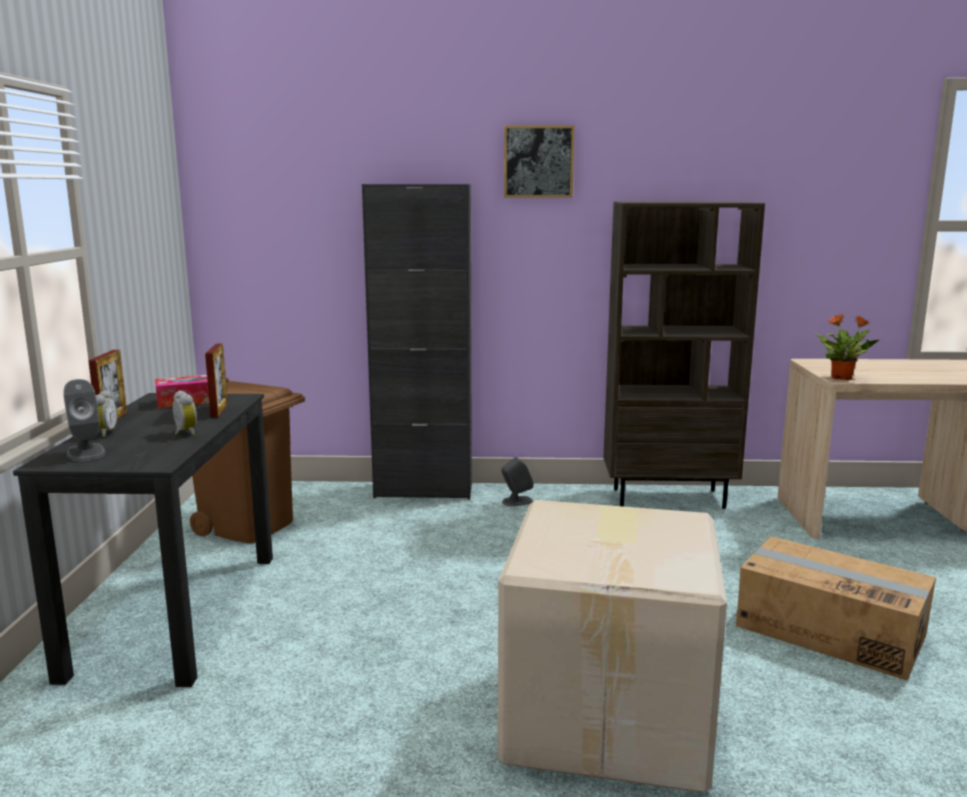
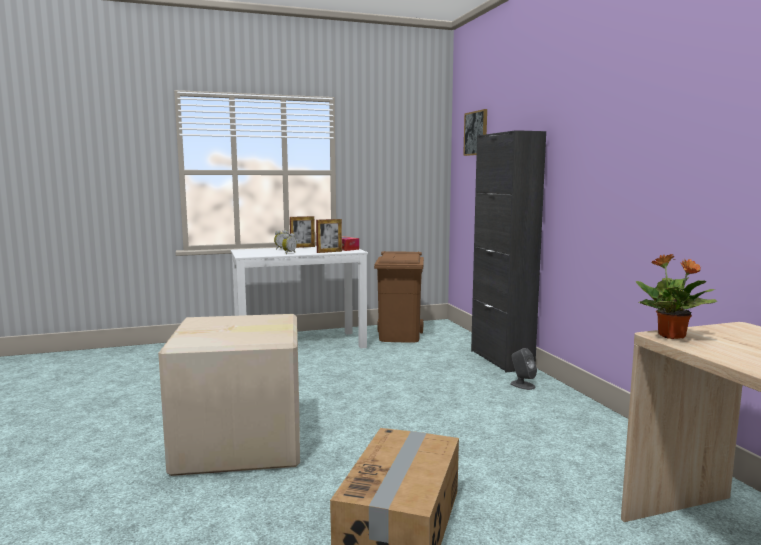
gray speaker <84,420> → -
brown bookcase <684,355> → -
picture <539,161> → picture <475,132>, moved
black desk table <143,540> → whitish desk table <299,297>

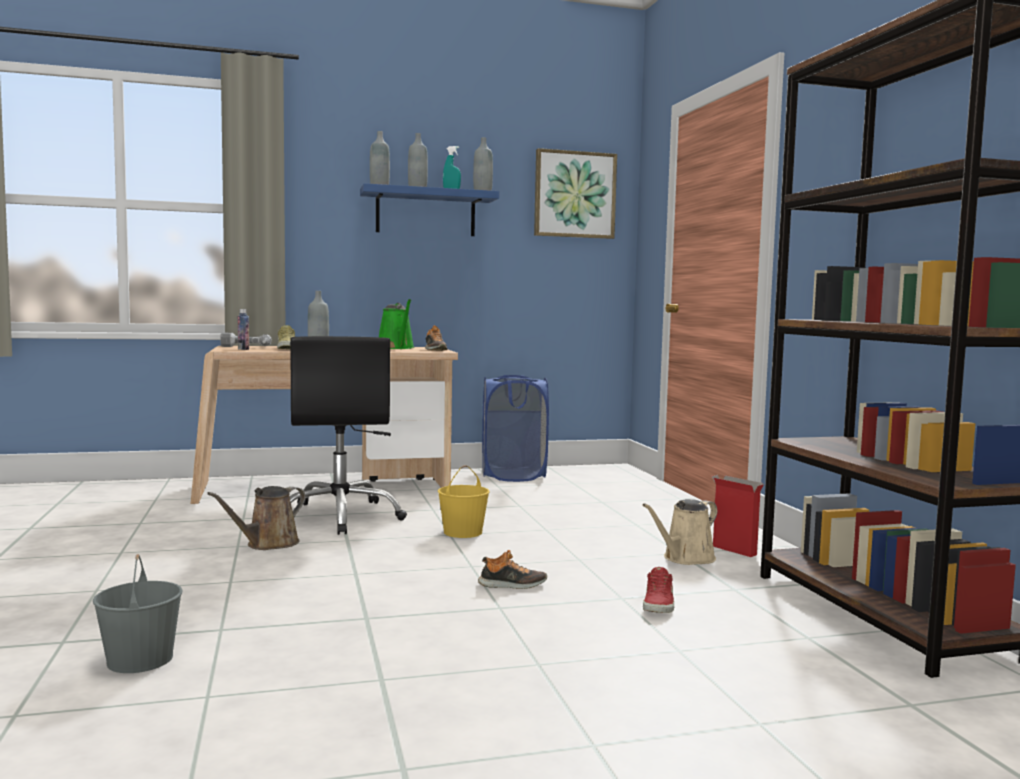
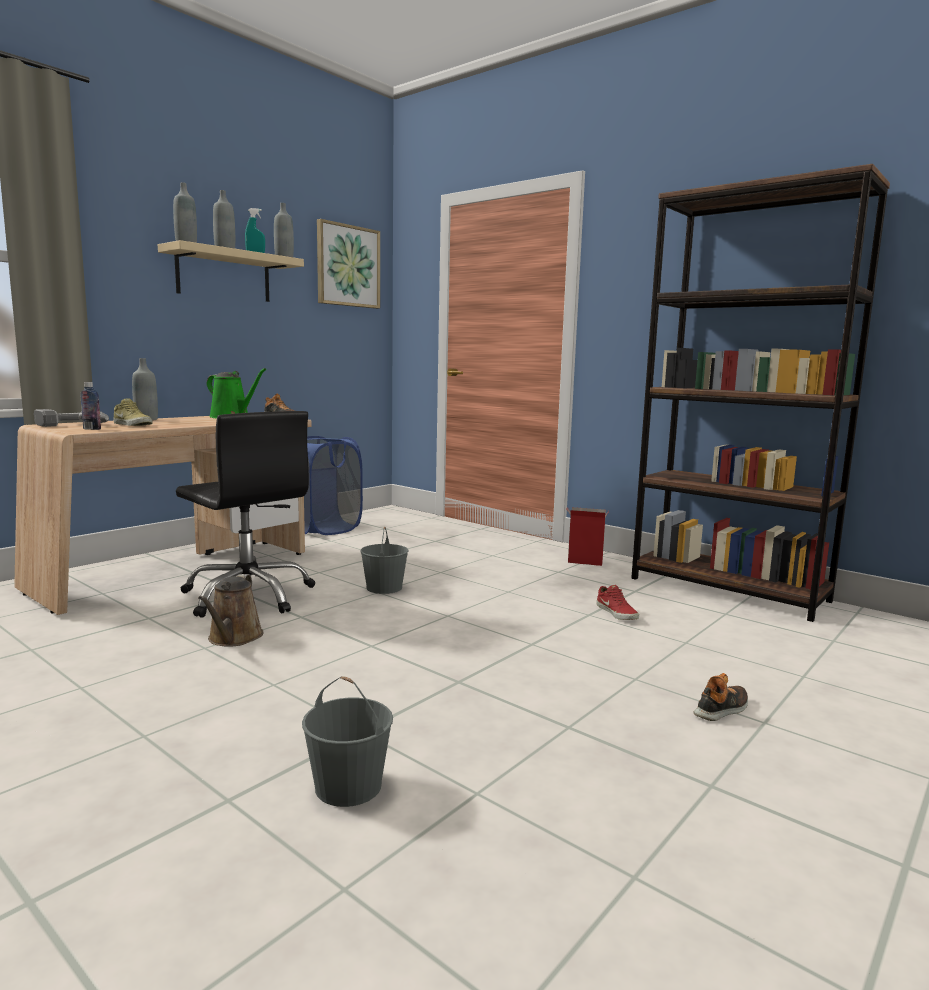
beige-coloured sprinkling can <679,532> → -
shoe <512,569> → shoe <721,697>, moved
blue-coloured shelf <429,209> → beige-coloured shelf <231,271>
yellow-coloured water bucket <463,501> → gray water bucket <384,560>

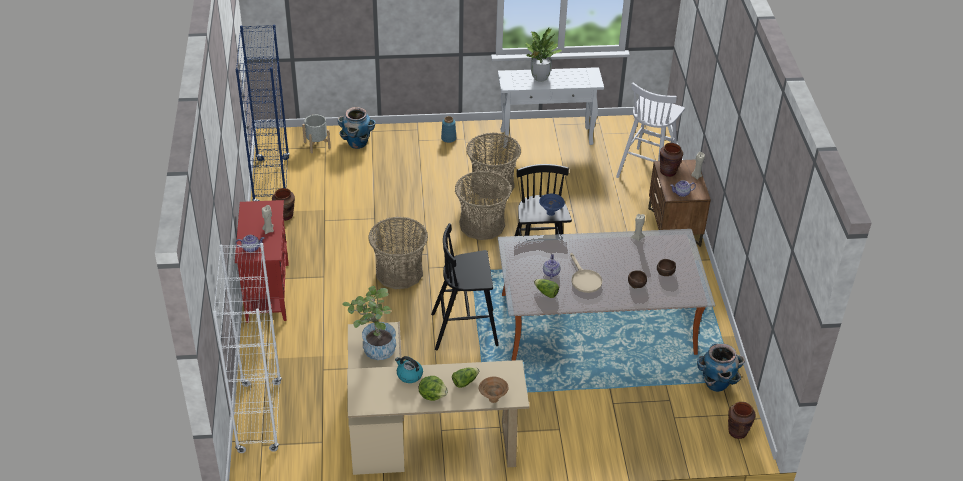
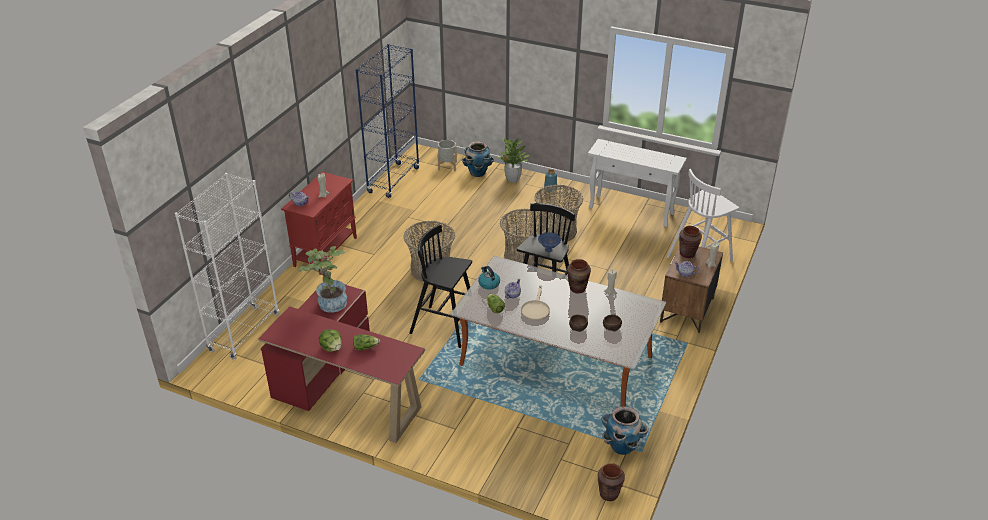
brown deep dish <494,390> → -
brown vase <283,204> → brown vase <579,276>, moved
tea kettle <409,369> → tea kettle <489,278>, moved
plant in a pot <543,55> → plant in a pot <514,160>, moved
beige-coloured desk table <438,398> → reddish desk table <341,364>

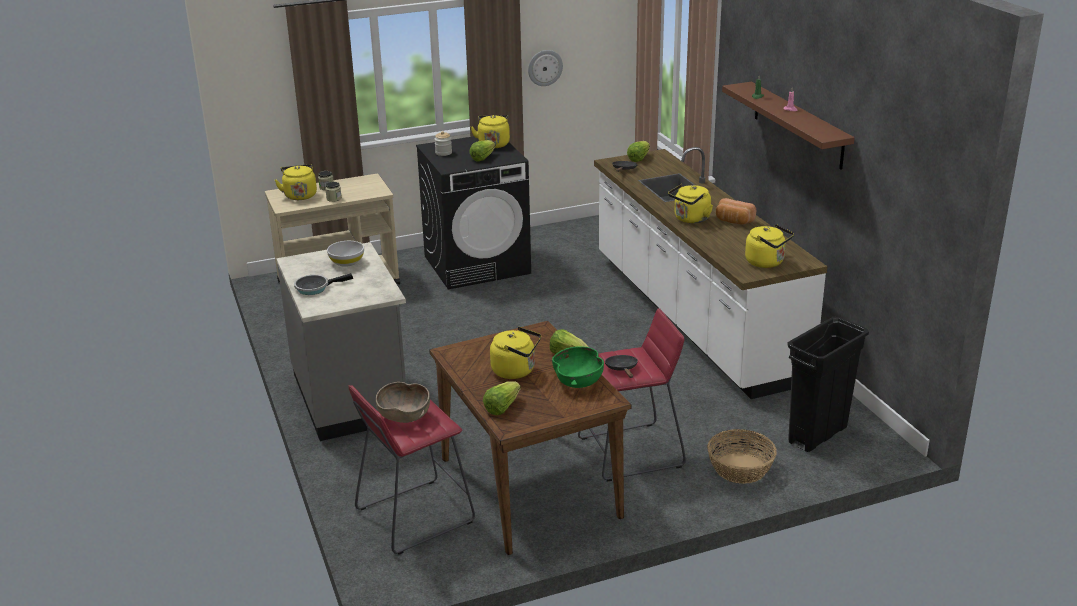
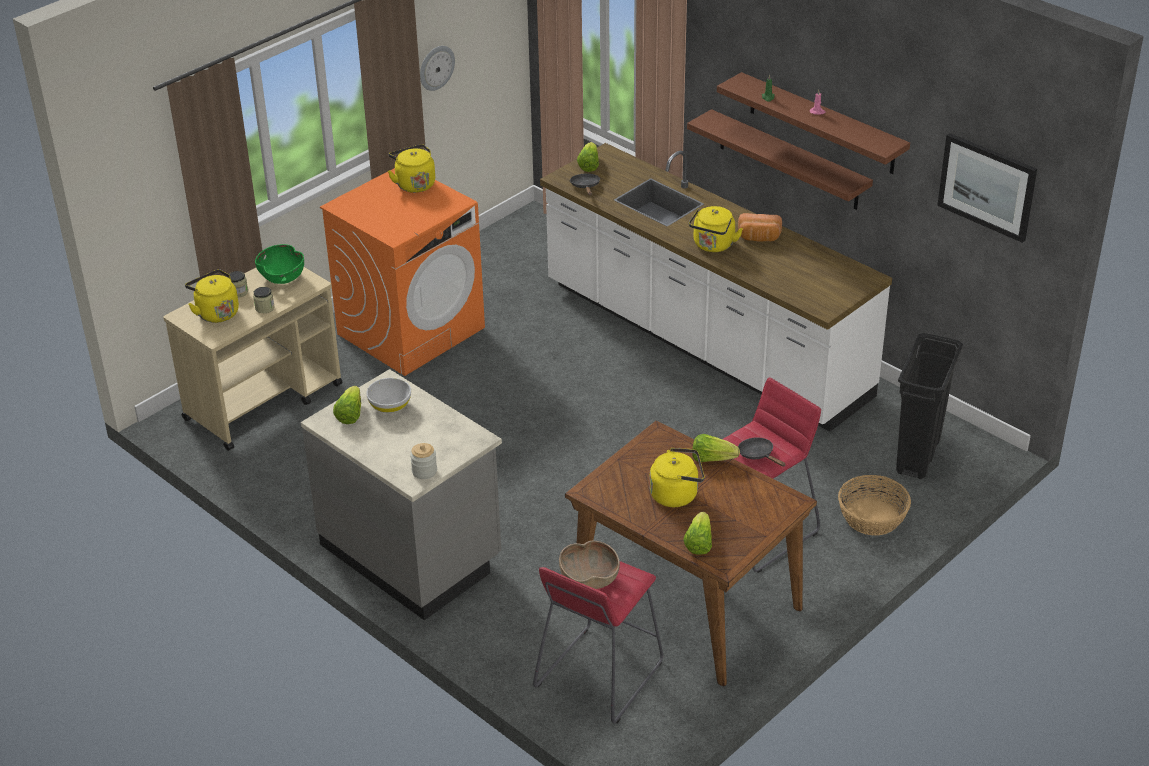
skillet <323,284> → -
yellow-coloured tea kettle <769,246> → -
- → brown shelf <780,159>
- → picture <987,188>
storage jar <443,143> → storage jar <423,461>, moved
lettuce head <482,150> → lettuce head <347,405>, moved
greenish deep dish <578,367> → greenish deep dish <279,264>, moved
black laundry machine <473,212> → orangey laundry machine <402,272>

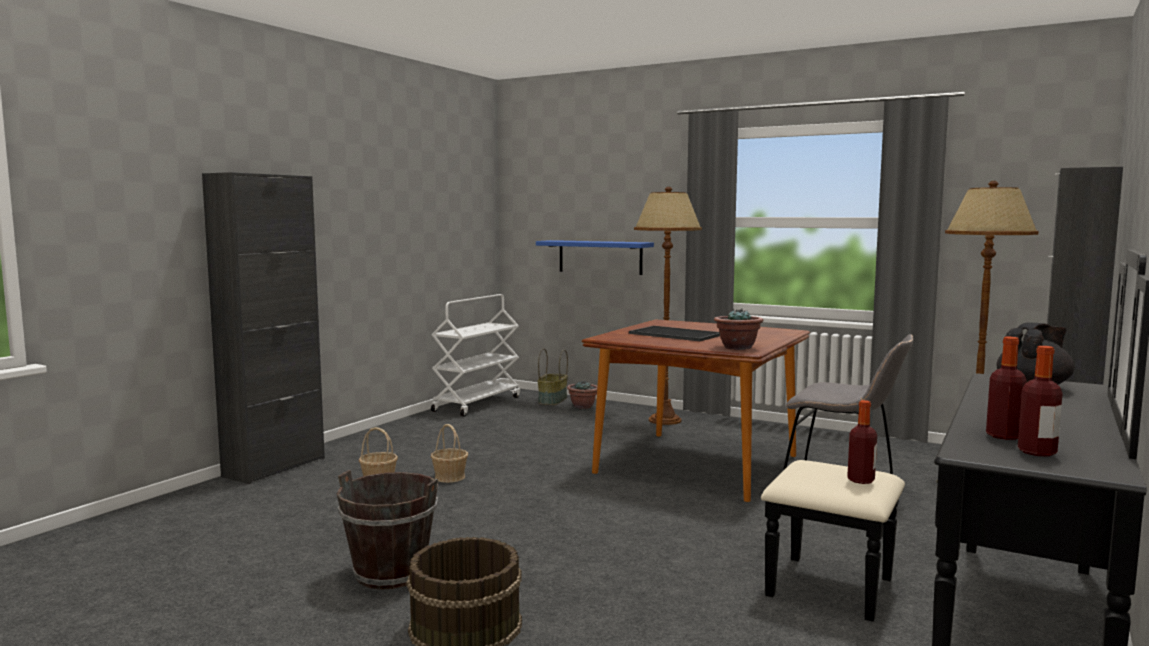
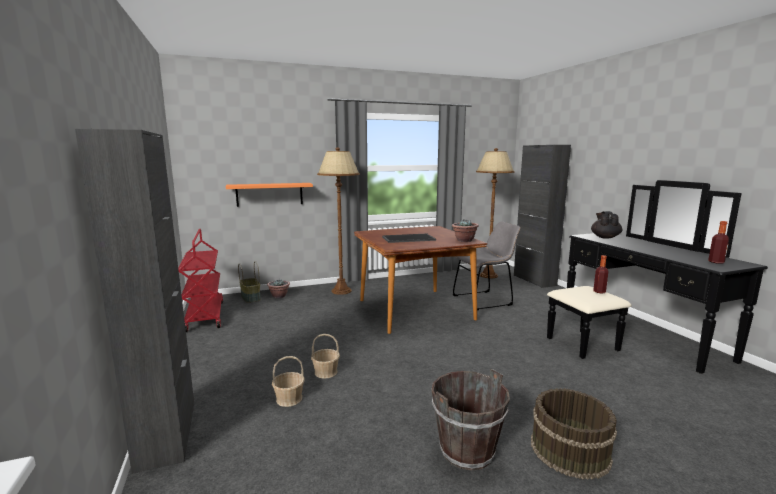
bottle <1006,388> → -
whitish wheeled cart <475,355> → reddish wheeled cart <200,280>
blue-coloured shelf <595,257> → orangey shelf <269,195>

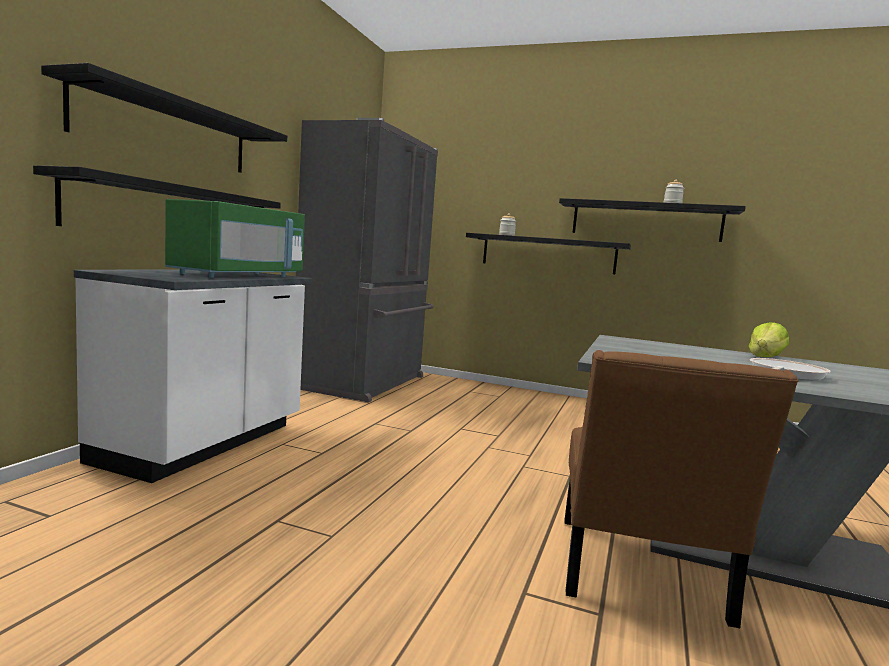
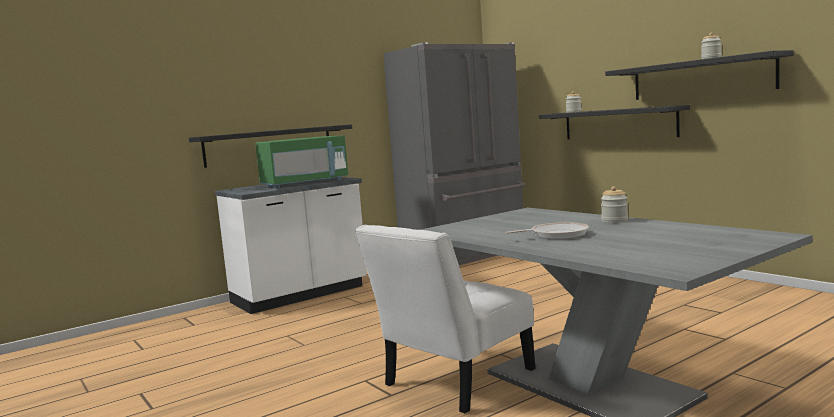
black shelf <164,118> → -
lettuce head <769,339> → storage jar <614,204>
brown plain chair <681,489> → whitish plain chair <445,319>

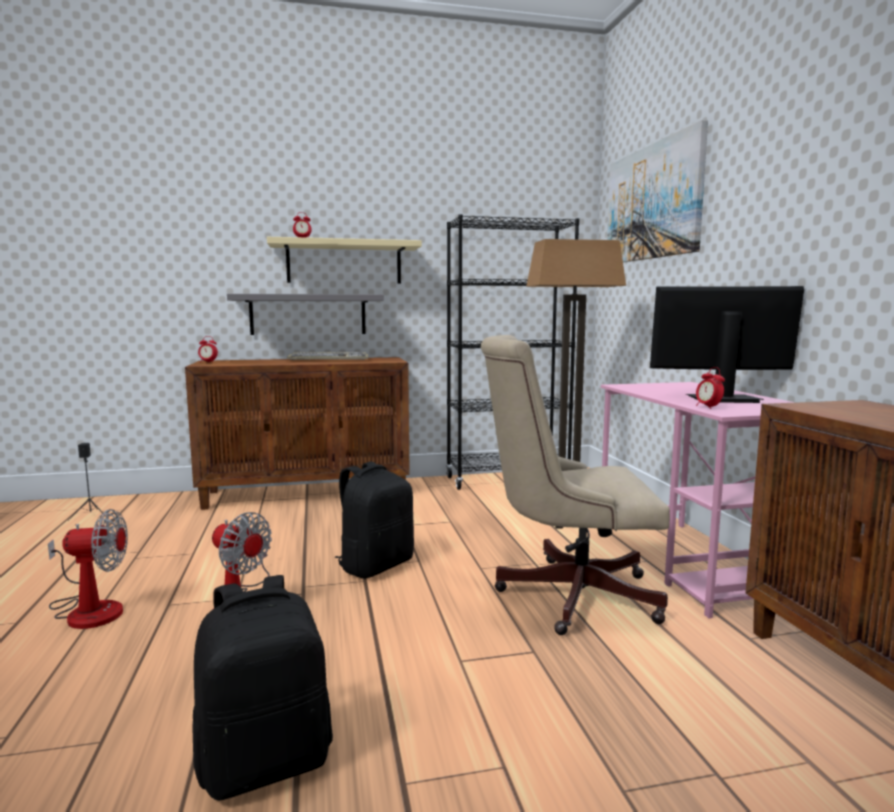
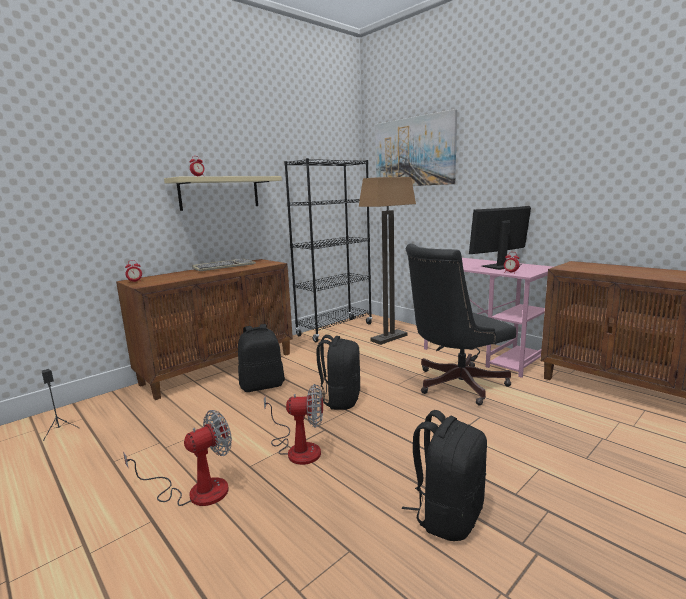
gray shelf <305,314> → -
- → black backpack <261,358>
beige-coloured office chair <575,485> → black office chair <461,324>

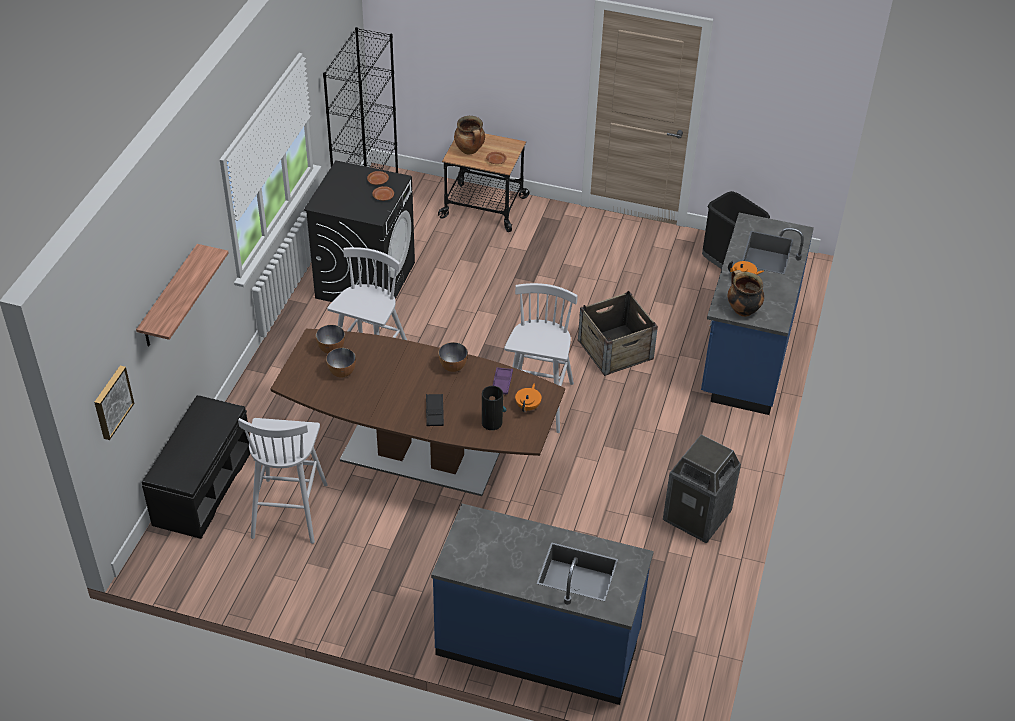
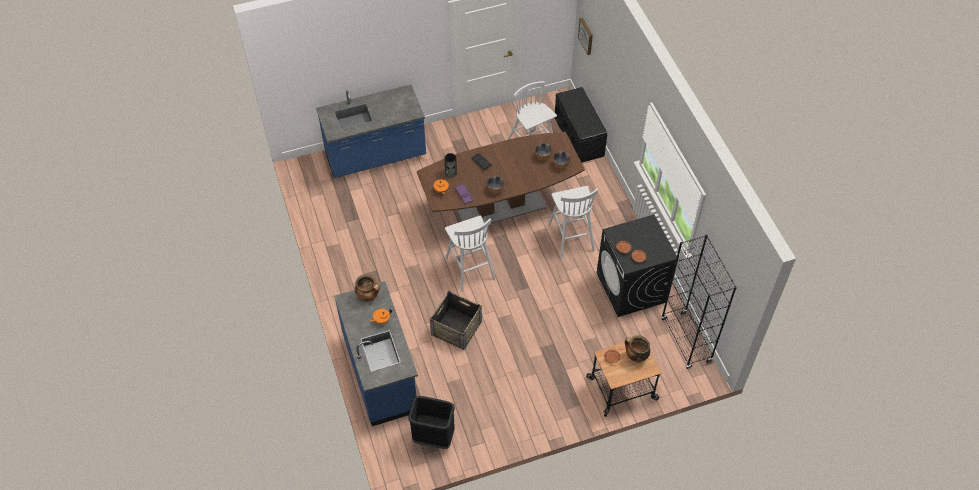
shelf <182,295> → -
rubbish bin <702,489> → -

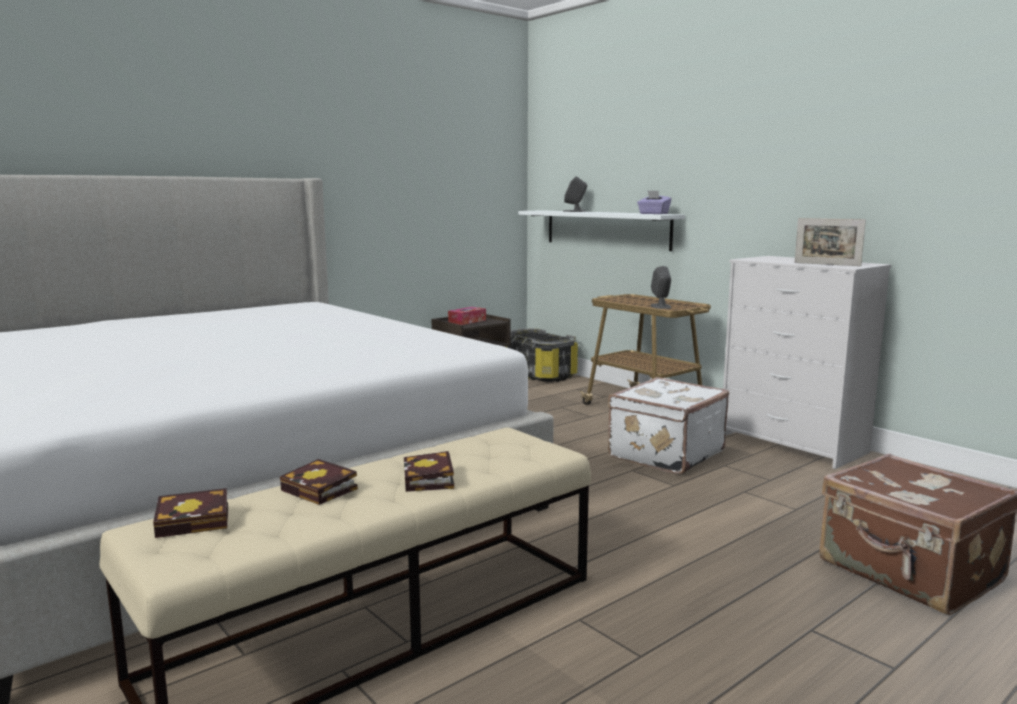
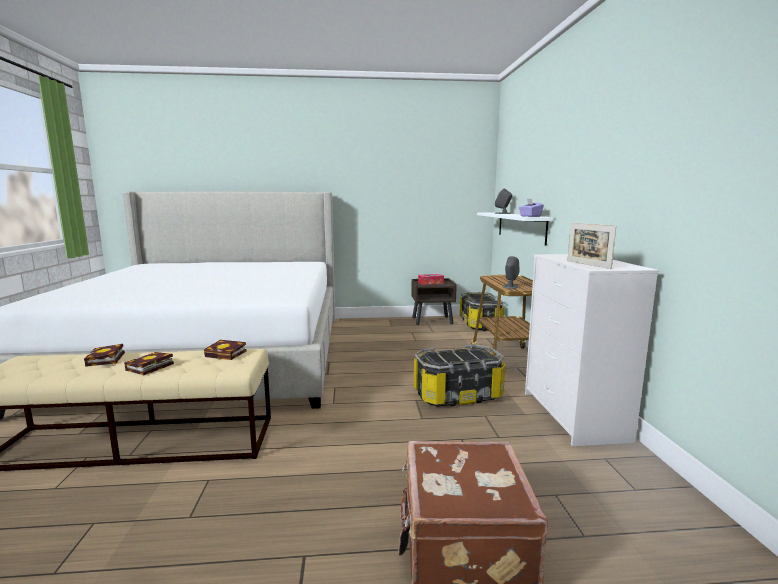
book <190,513> → book <225,350>, moved
whitish piece of luggage <668,425> → storage box <459,376>

